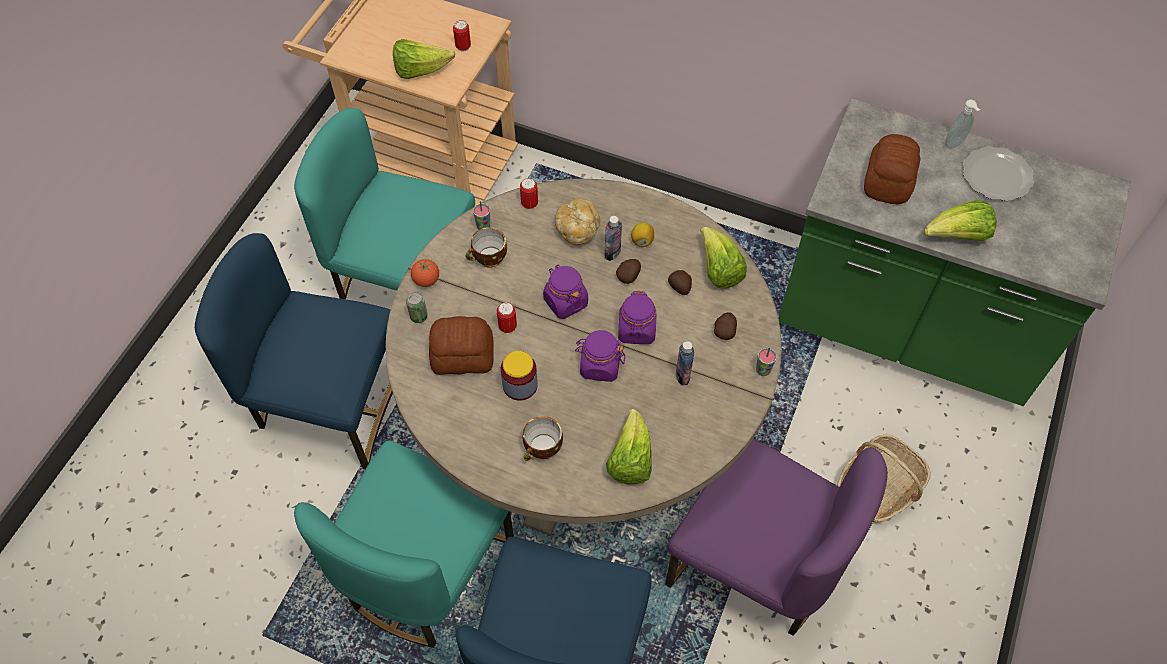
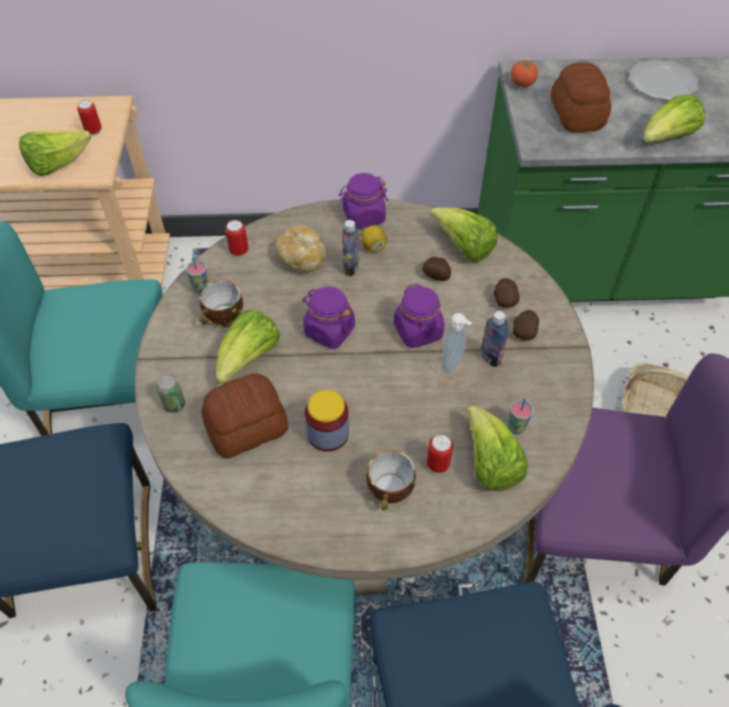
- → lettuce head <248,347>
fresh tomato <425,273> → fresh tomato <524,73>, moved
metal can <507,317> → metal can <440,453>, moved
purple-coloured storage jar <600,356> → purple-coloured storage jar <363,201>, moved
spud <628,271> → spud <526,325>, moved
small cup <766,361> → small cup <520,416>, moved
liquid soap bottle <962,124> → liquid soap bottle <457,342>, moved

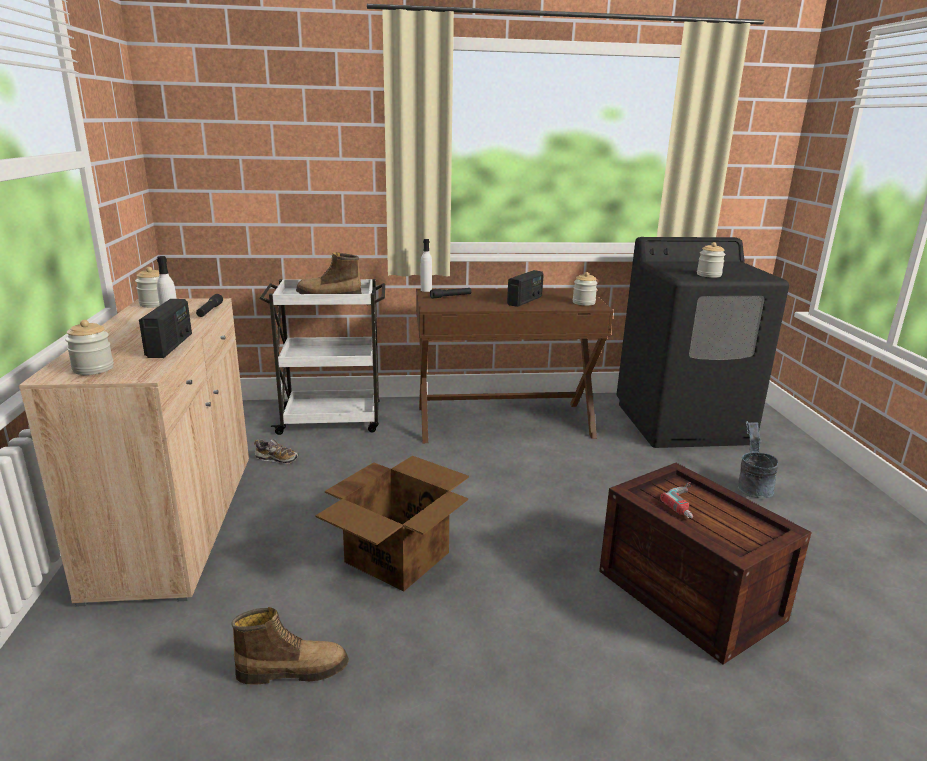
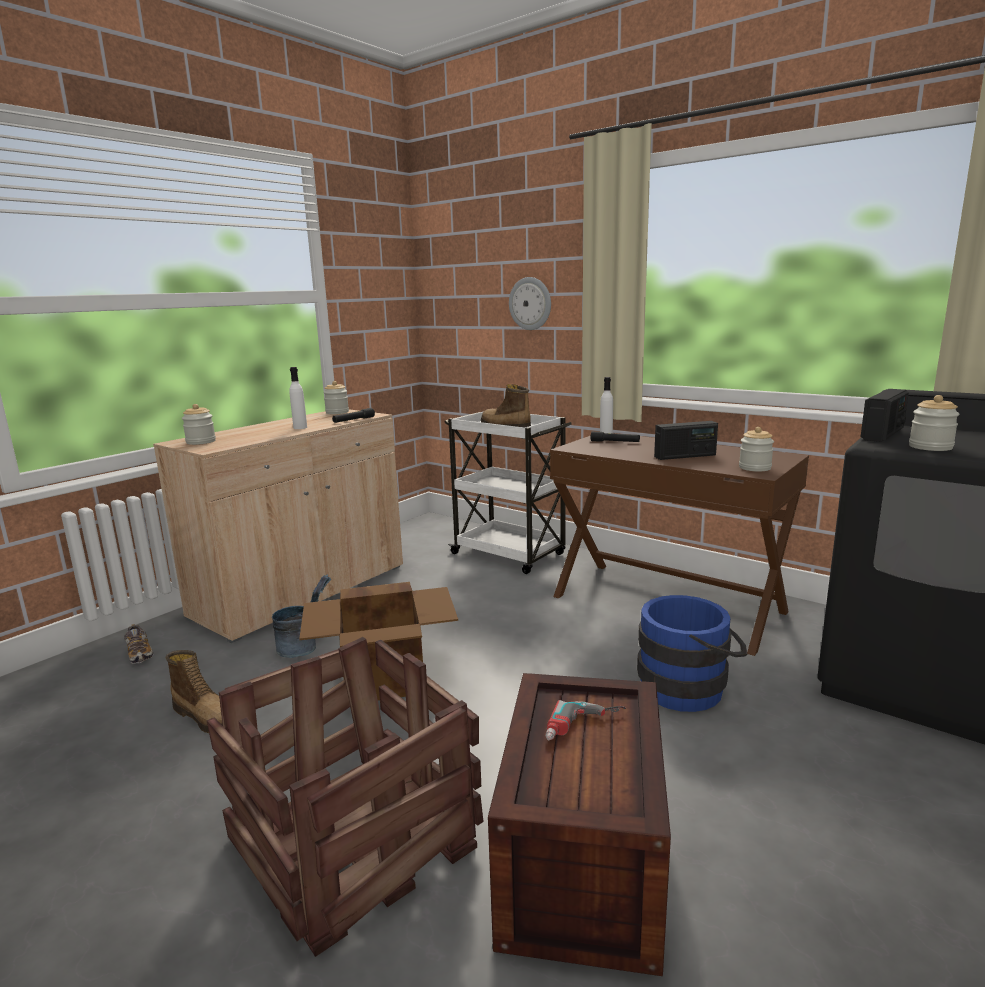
- → shipping crate <345,797>
- → hanging clock <530,303>
- → blue-coloured water bucket <692,653>
radio set <165,328> → radio set <885,415>, moved
shoe <276,451> → shoe <139,644>, moved
gray water bucket <758,459> → gray water bucket <301,616>, moved

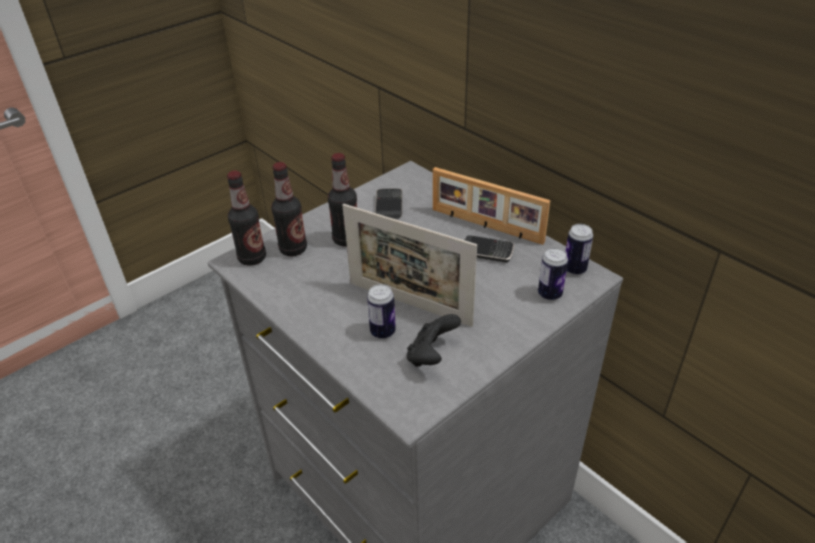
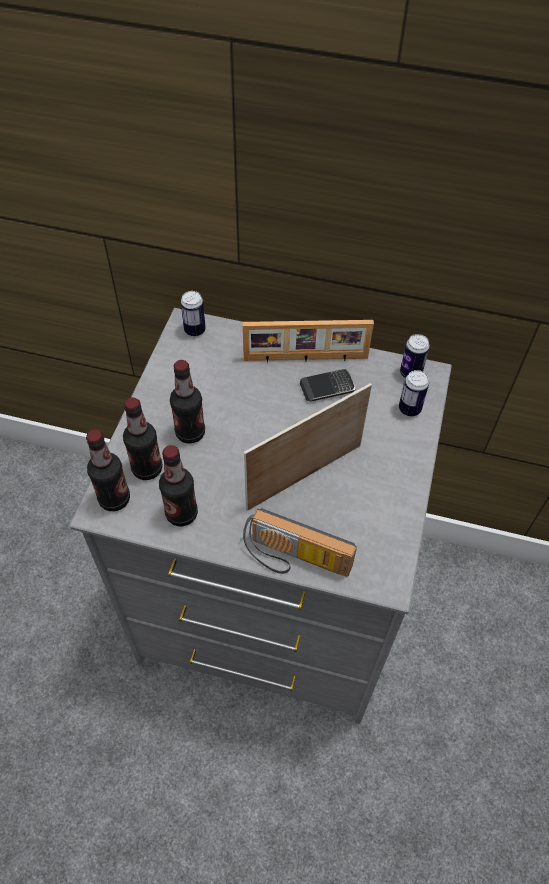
telephone <388,203> → -
black game controller <434,340> → -
- → bottle <178,486>
- → radio set <300,542>
metal can <381,311> → metal can <193,313>, moved
photo frame <409,265> → photo frame <308,447>, 150 degrees clockwise

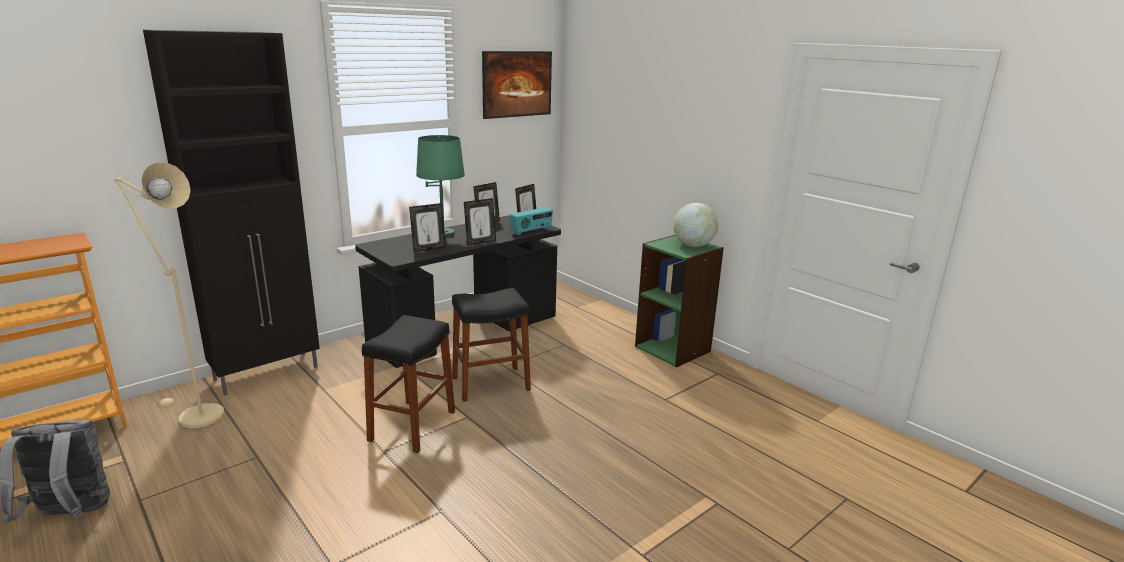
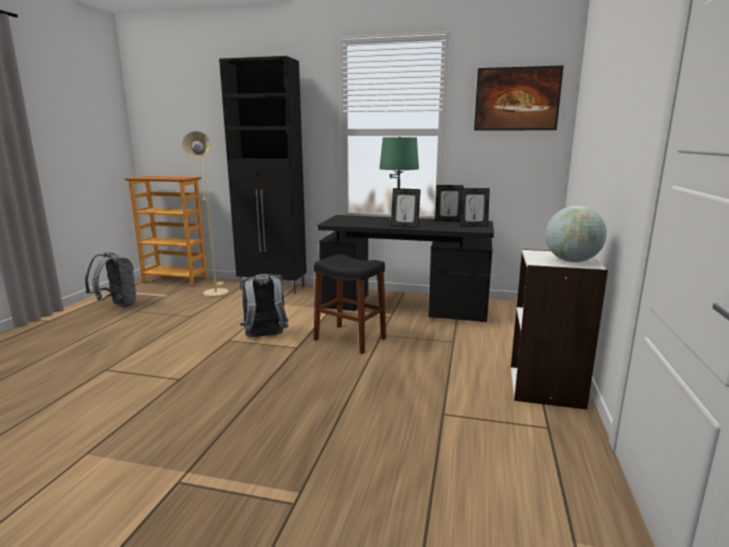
photo frame <427,227> → -
radio set <531,221> → -
black stool <408,384> → gray backpack <264,305>
greenish bookcase <679,301> → whitish bookcase <559,329>

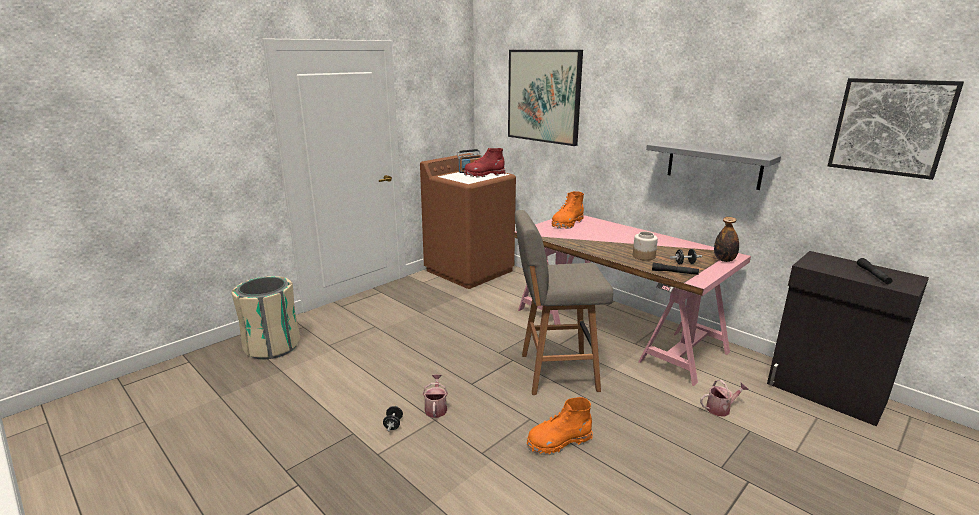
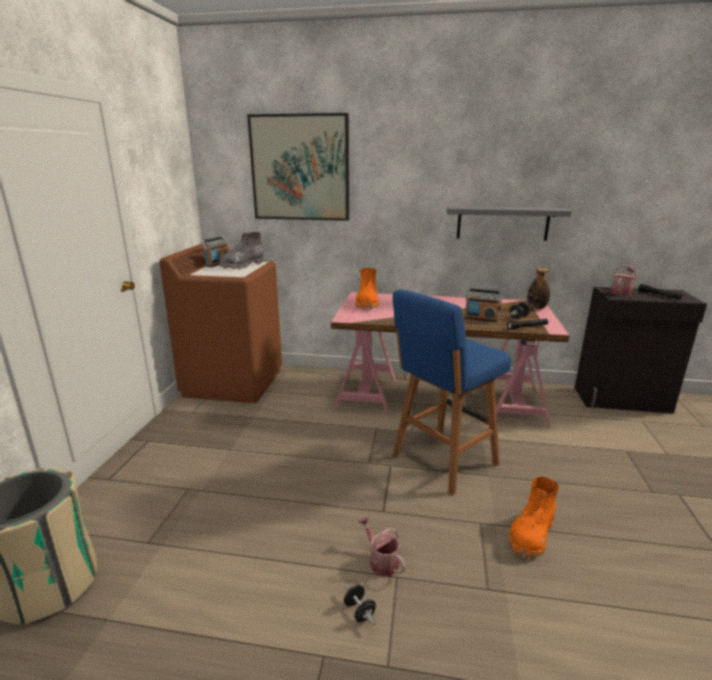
picture <896,129> → -
sprinkling can <724,398> → sprinkling can <624,280>, moved
storage jar <645,246> → radio set <483,305>
reddish boot <484,163> → gray boot <243,250>
gray stool <564,302> → blue-coloured stool <452,392>

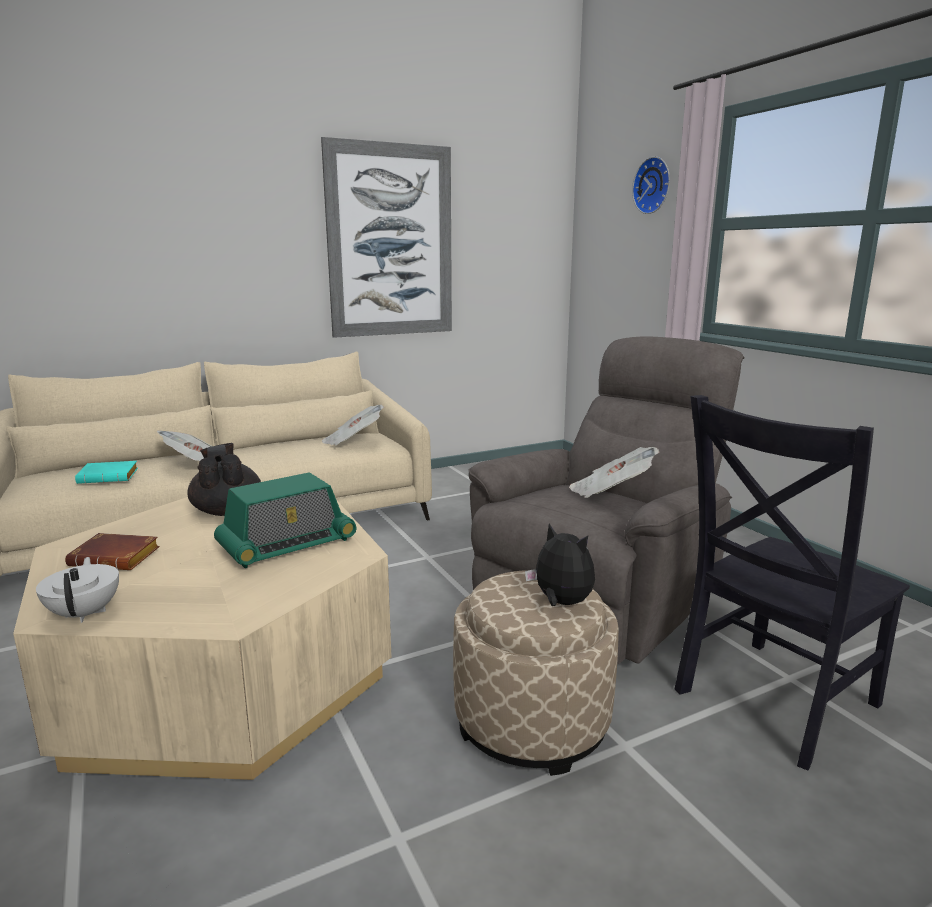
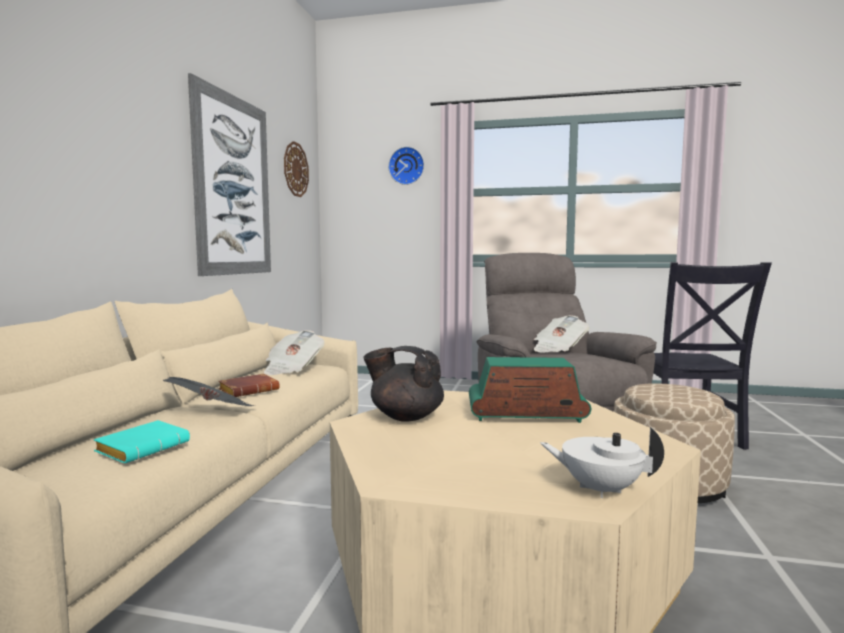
soft toy <560,565> → -
- → hanging clock <296,169>
brown book <112,551> → brown book <249,385>, moved
radio set <285,520> → radio set <530,390>, 90 degrees counterclockwise

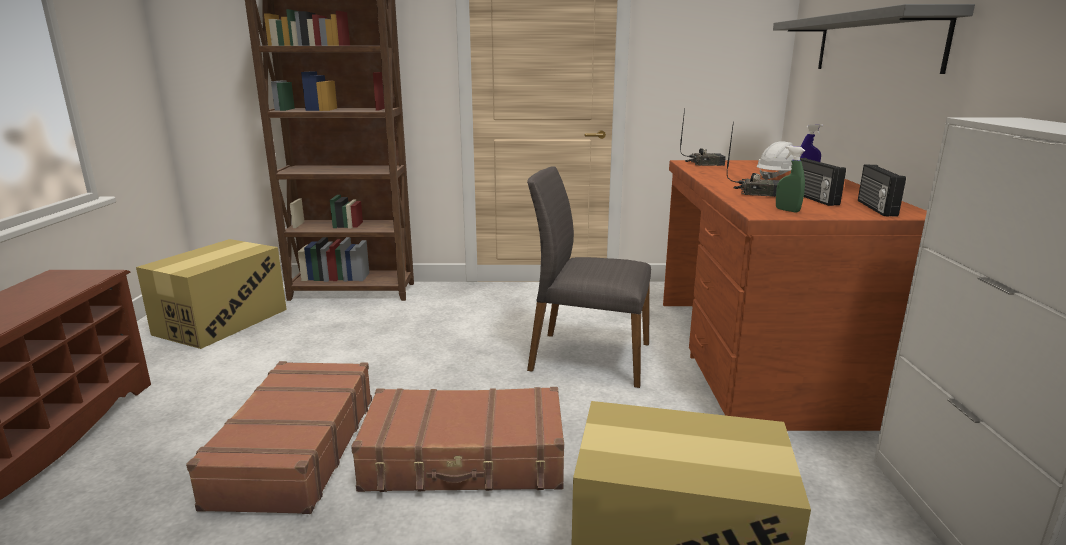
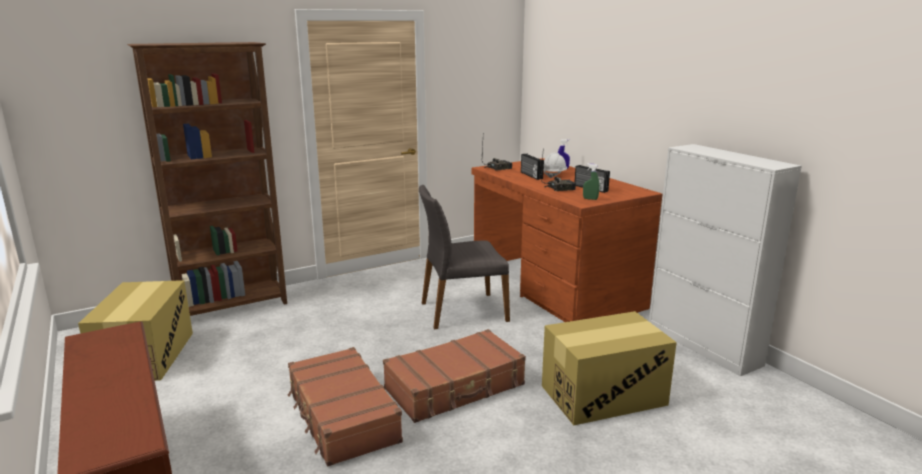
gray shelf <874,39> → -
radio set <882,190> → radio set <532,167>, moved

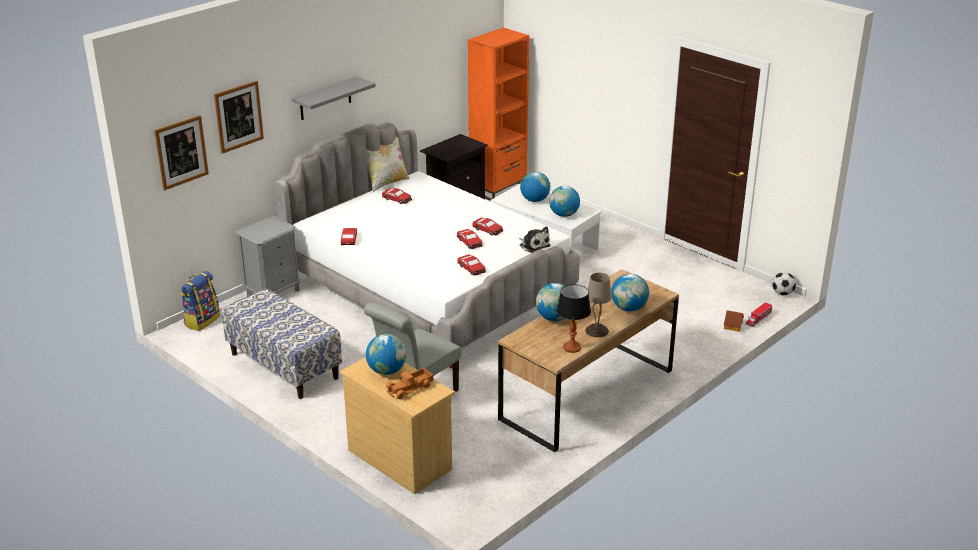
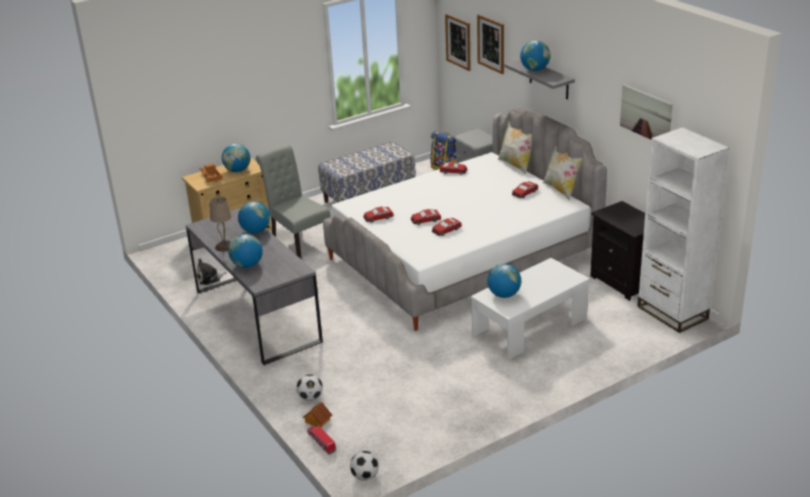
lamp for a table <574,318> → -
- → football <310,387>
- → cushion <514,147>
- → picture <646,112>
soft toy <534,239> → soft toy <211,271>, moved
globe <535,187> → globe <535,55>, moved
orangey bookcase <498,113> → whitish bookcase <683,230>
brown desk table <588,361> → gray desk table <254,287>

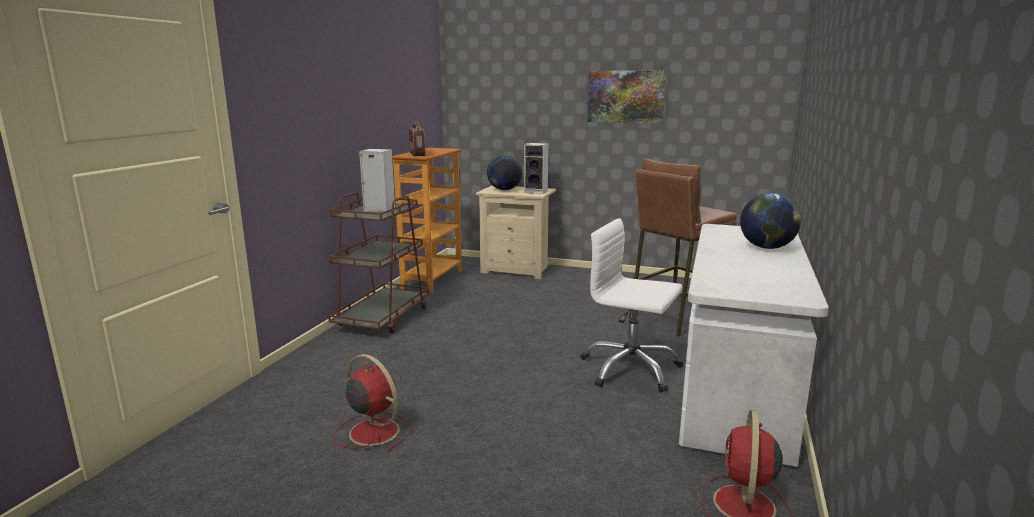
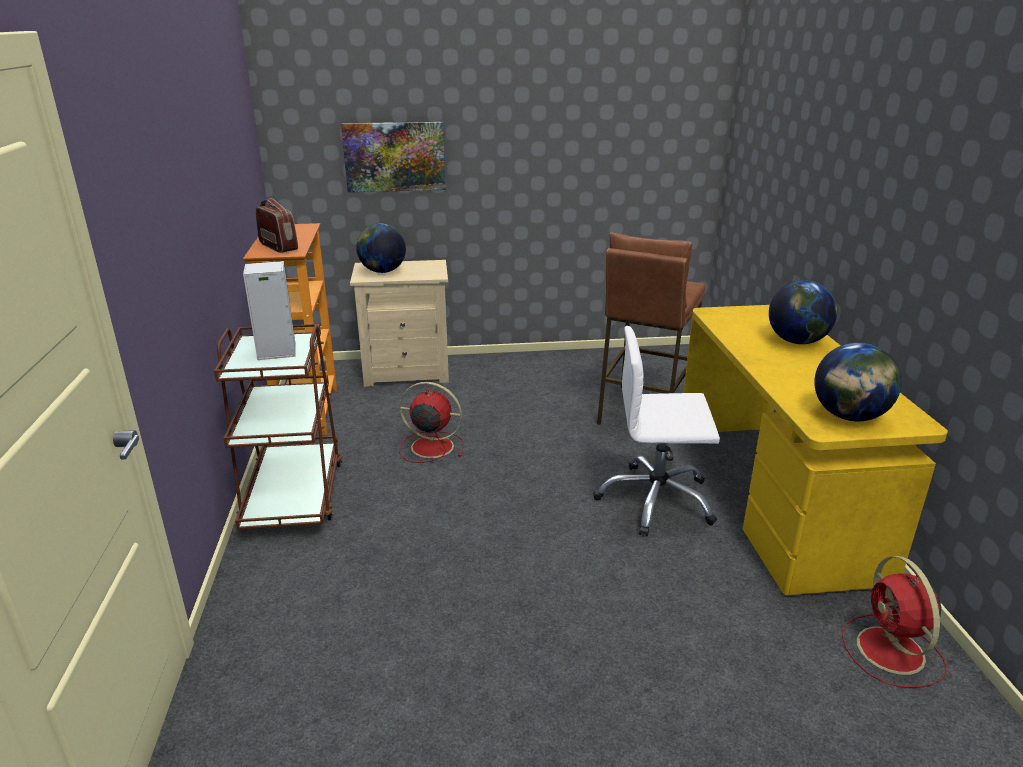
speaker <536,168> → -
- → globe <858,382>
reddish fan <372,403> → reddish fan <431,422>, moved
picture <627,97> → picture <393,157>, moved
whitish desk table <754,345> → yellow-coloured desk table <816,450>

